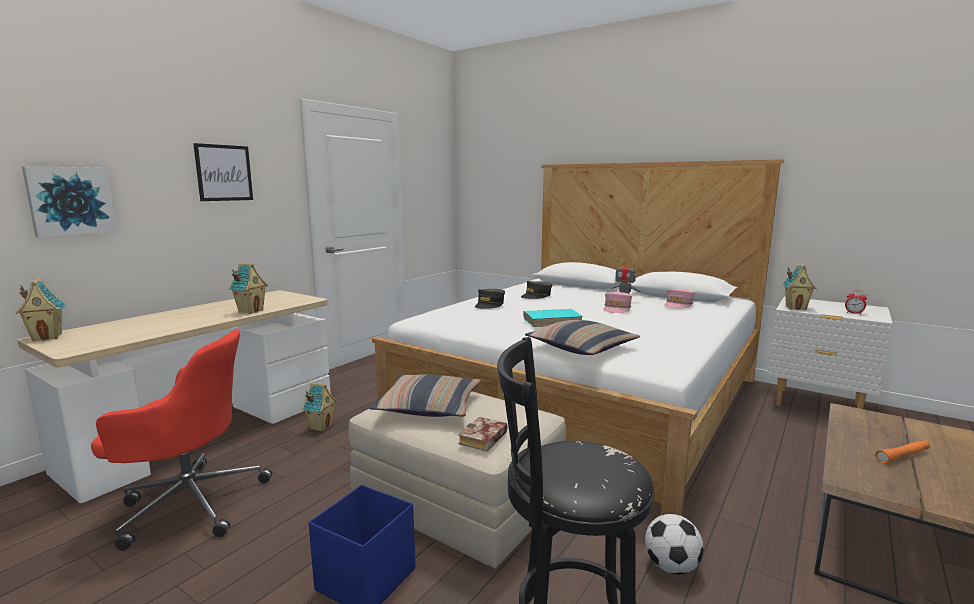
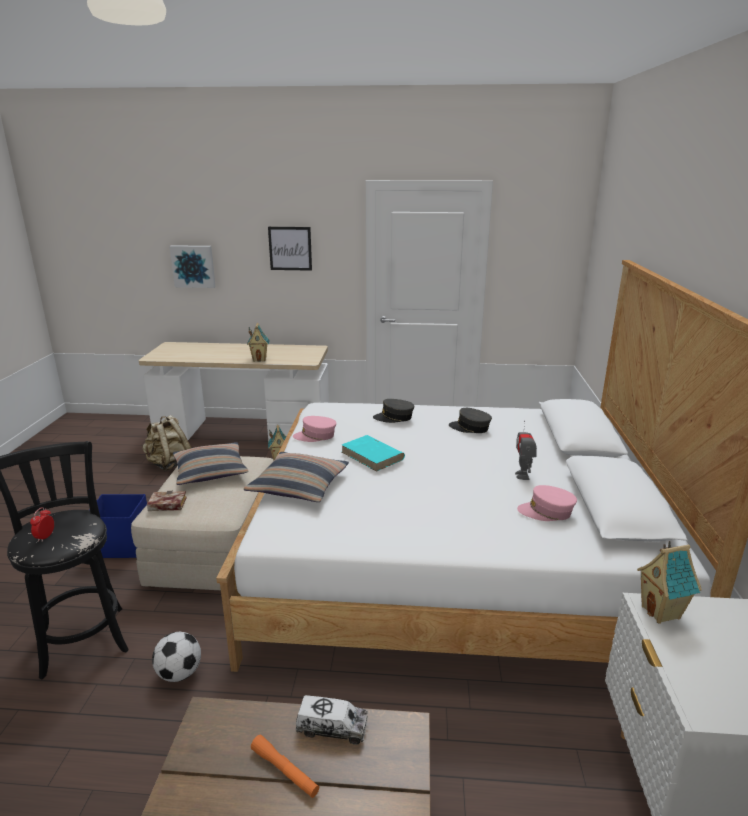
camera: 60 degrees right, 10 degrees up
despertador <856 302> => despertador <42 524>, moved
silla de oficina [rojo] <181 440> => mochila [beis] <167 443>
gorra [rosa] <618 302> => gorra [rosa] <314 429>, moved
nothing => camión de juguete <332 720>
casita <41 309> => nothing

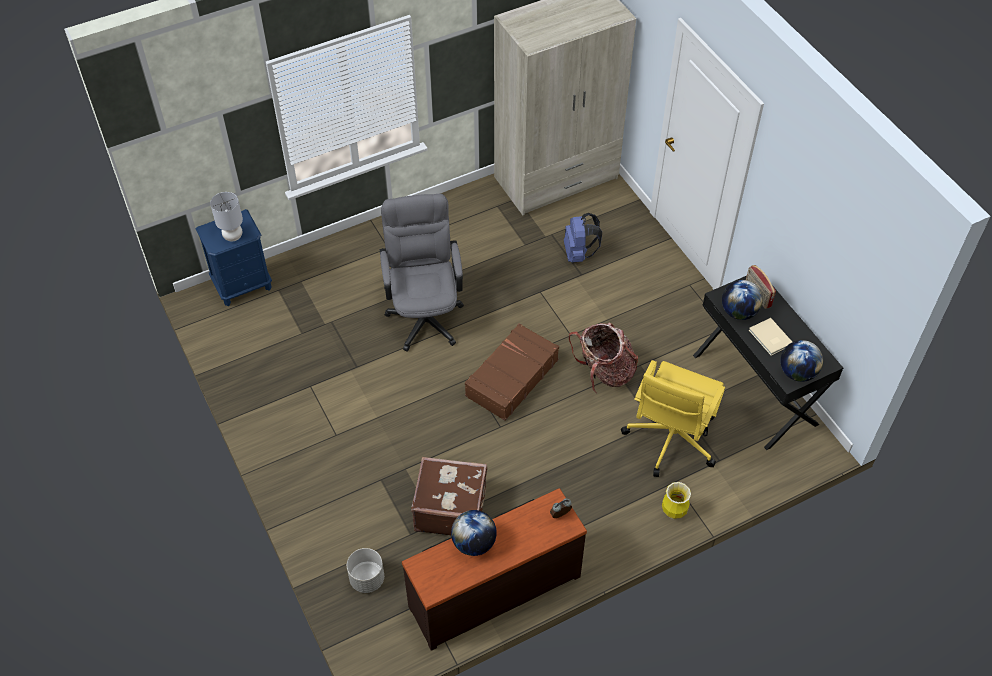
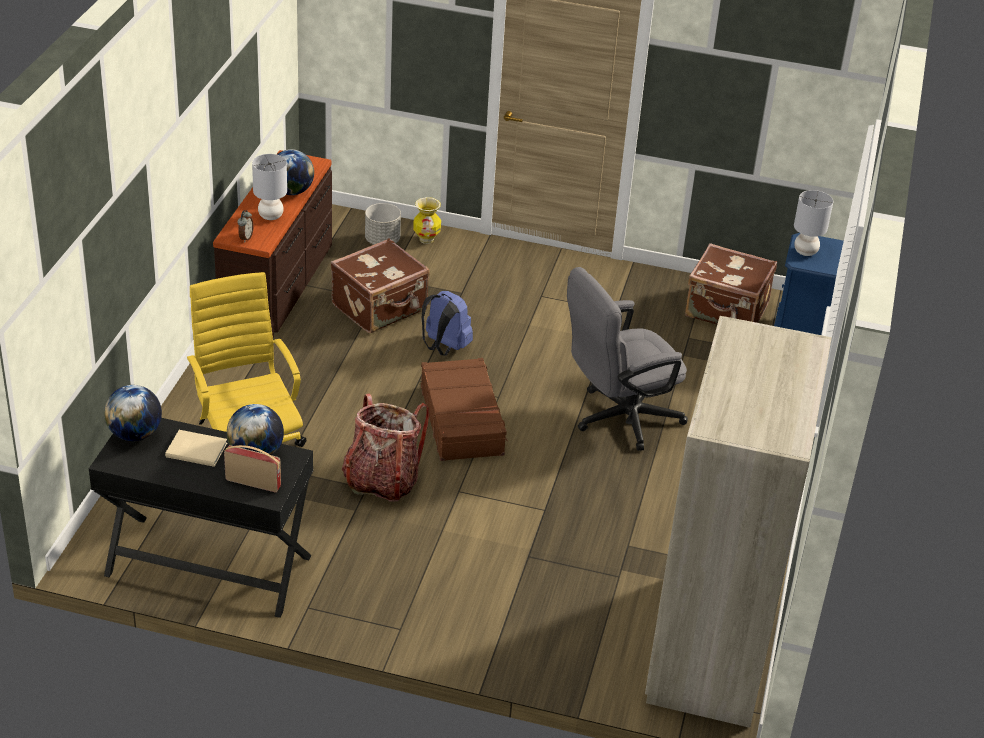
camera: 130 degrees right, 15 degrees down
nothing => lámpara de mesa [gris] <269 187>
florero <676 500> => florero <427 220>, moved
mochila [azul] <583 238> => mochila [azul] <447 323>, moved
silla de oficina [gris] <421 272> => silla de oficina [gris] <627 359>, 120 degrees clockwise
nothing => maleta [marrón] <731 283>

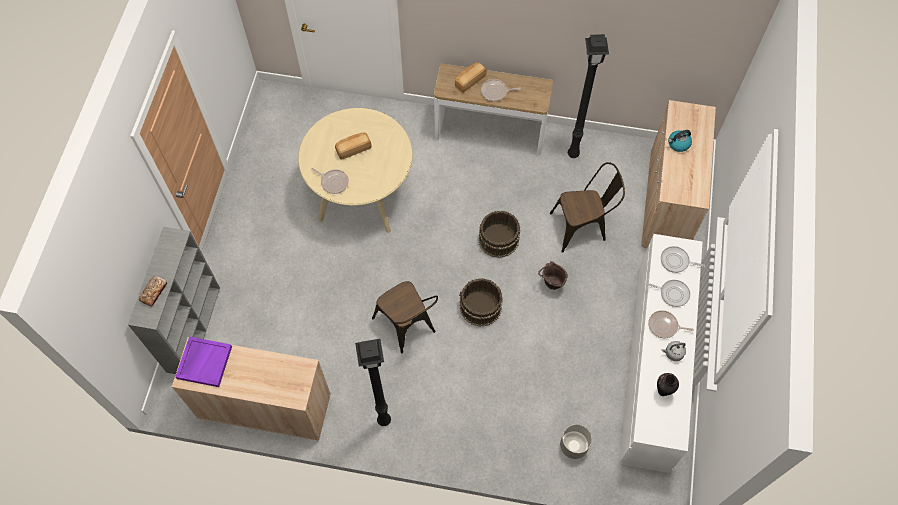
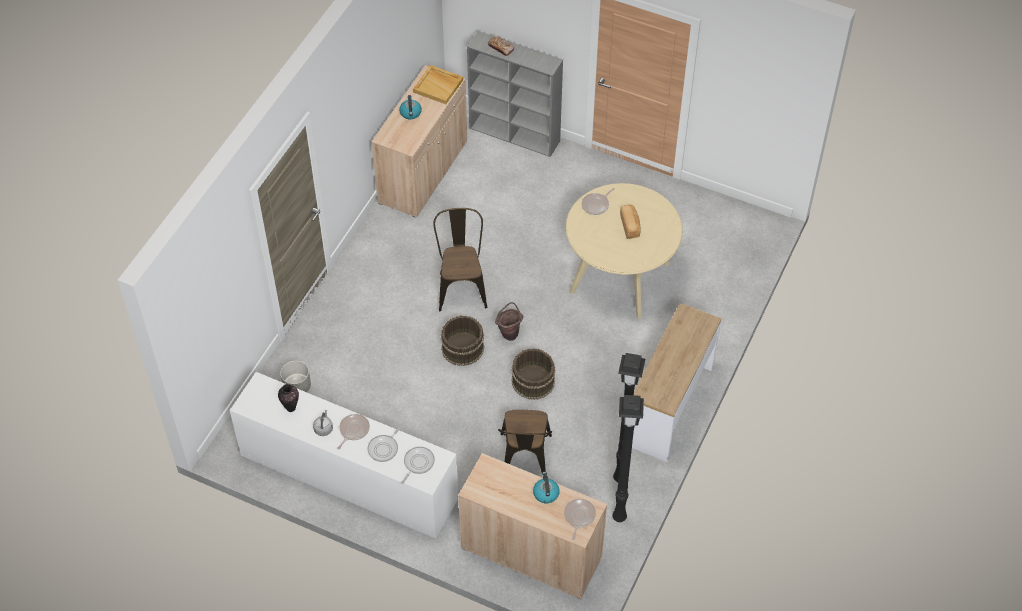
camera: 105 degrees right, 10 degrees down
nothing => hervidor <410 107>
bandeja [morado] <203 361> => bandeja [beis] <438 84>
silla [marrón] <405 317> => silla [marrón] <460 259>, 105 degrees clockwise
cubo [marrón] <553 275> => cubo [marrón] <509 321>, moved
sartén <501 90> => sartén <580 519>, moved
lámpara de pie [negro] <373 382> => lámpara de pie [negro] <628 458>, moved
pan <471 77> => nothing

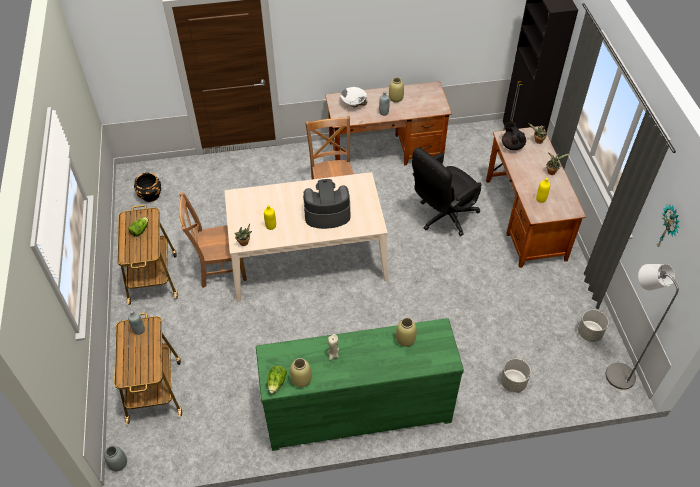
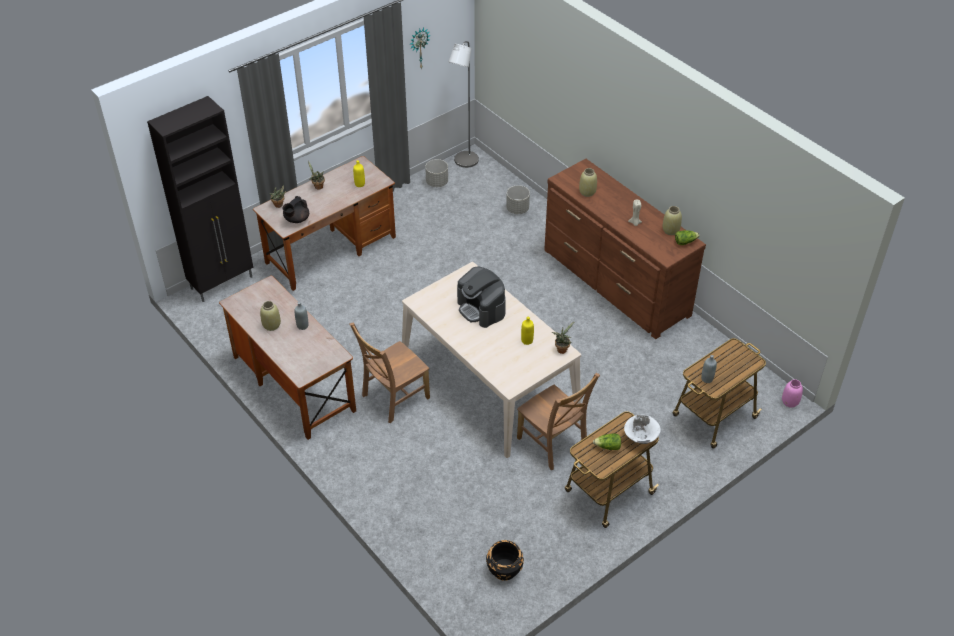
camera: 120 degrees left, 5 degrees down
cómoda [verde] <360 384> => cómoda [marrón] <625 249>
cuenco [blanco] <354 97> => cuenco [blanco] <642 429>, moved
florero [gris] <115 458> => florero [rosa] <792 393>
silla de oficina [negro] <447 192> => nothing

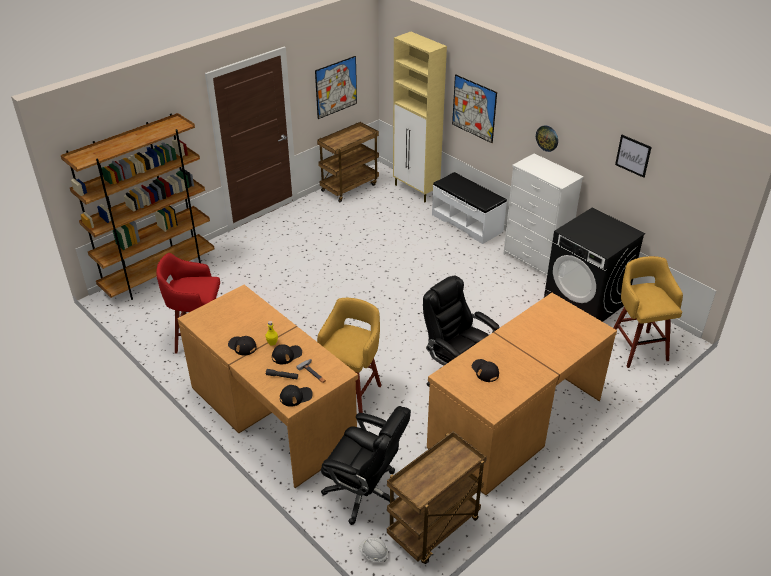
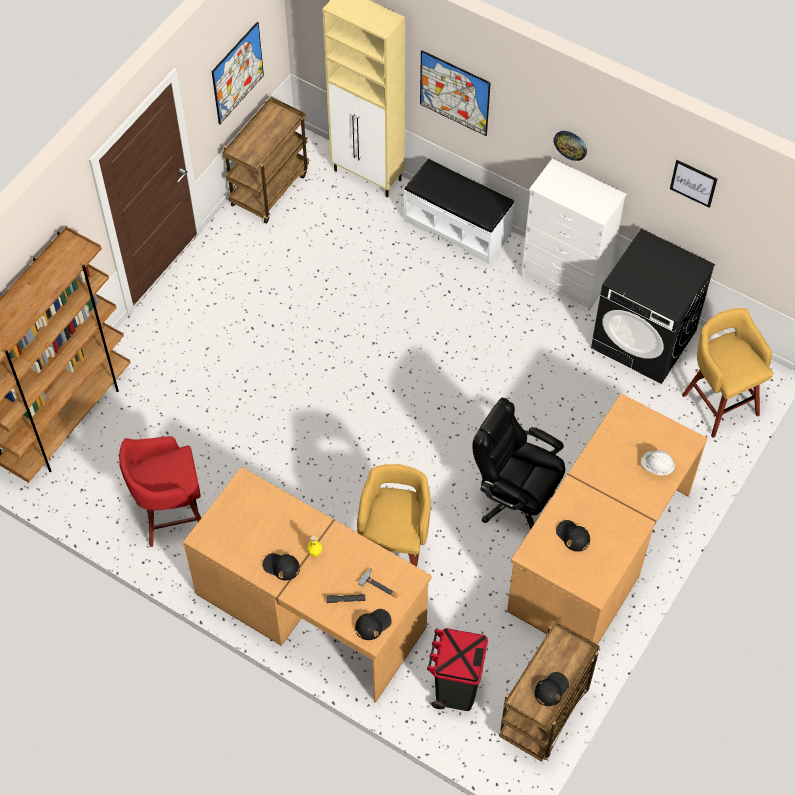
camera: 15 degrees left, 20 degrees up
silla de oficina [negro] <366 465> => papelera [negro] <457 669>
gorra [negro] <287 354> => gorra [negro] <552 689>, moved
casco [blanco] <373 549> => casco [blanco] <658 462>, moved

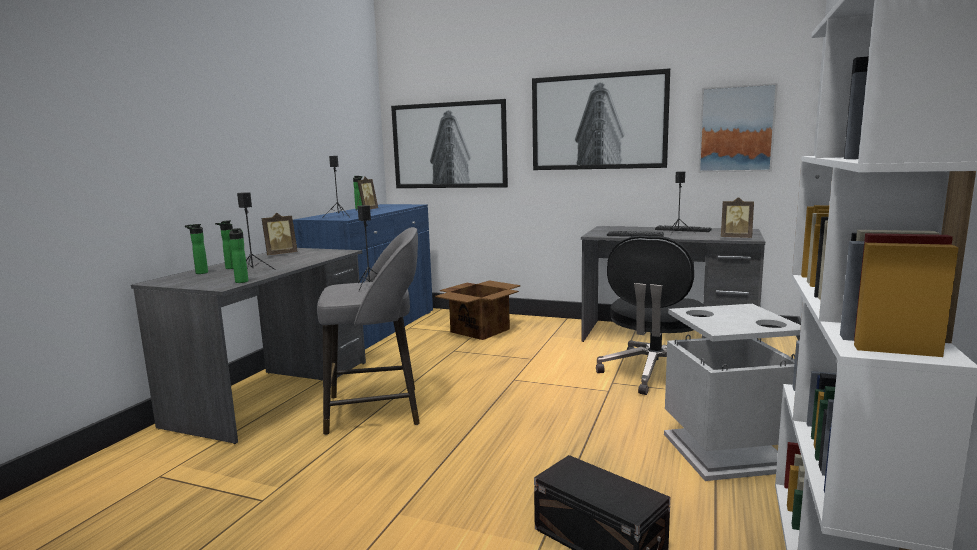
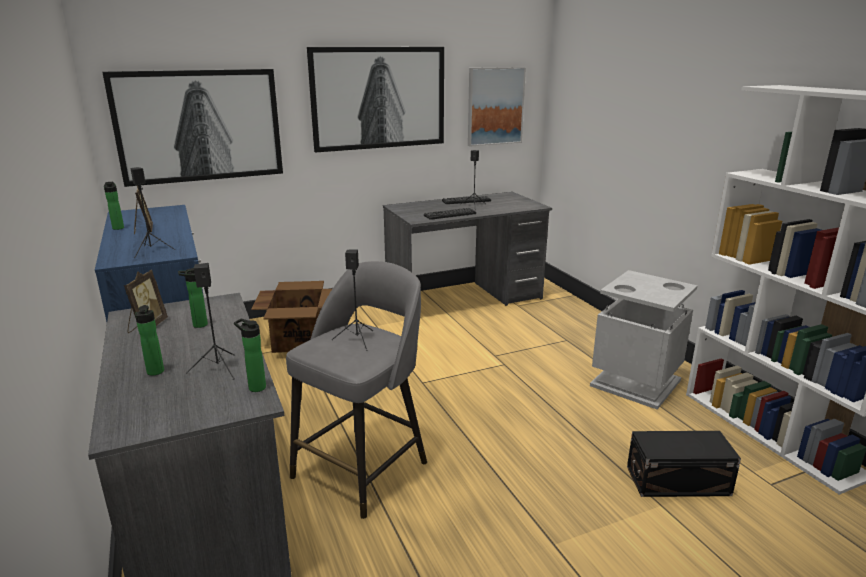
camera: 45 degrees left, 10 degrees up
botella <196 249> => botella <193 298>, moved
silla de oficina [negro] <651 315> => nothing
portarretratos <737 217> => nothing

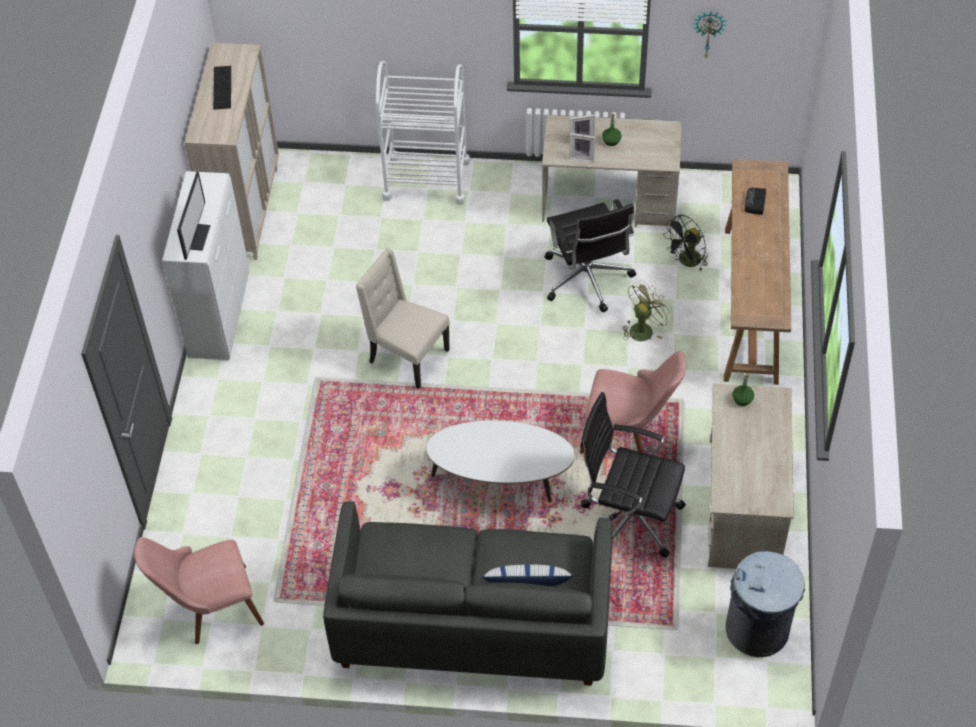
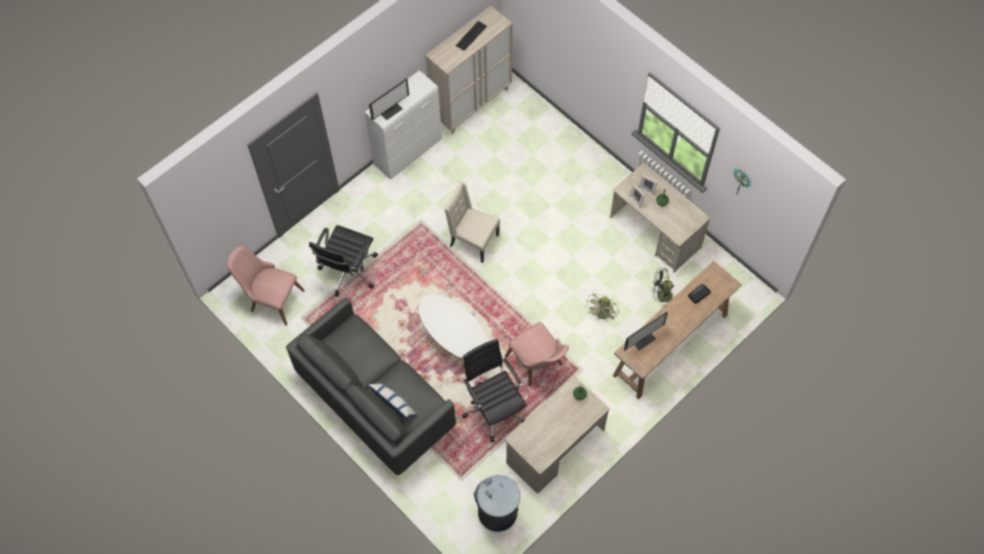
camera: 40 degrees right, 10 degrees up
silla de oficina [negro] <590 255> => silla de oficina [negro] <343 260>, moved
silla [beis] <403 319> => silla [beis] <472 222>, 45 degrees counterclockwise
ventilador [verde] <647 310> => ventilador [verde] <602 308>, 120 degrees clockwise
nothing => monitor <646 331>
carrito [blanco] <423 133> => nothing

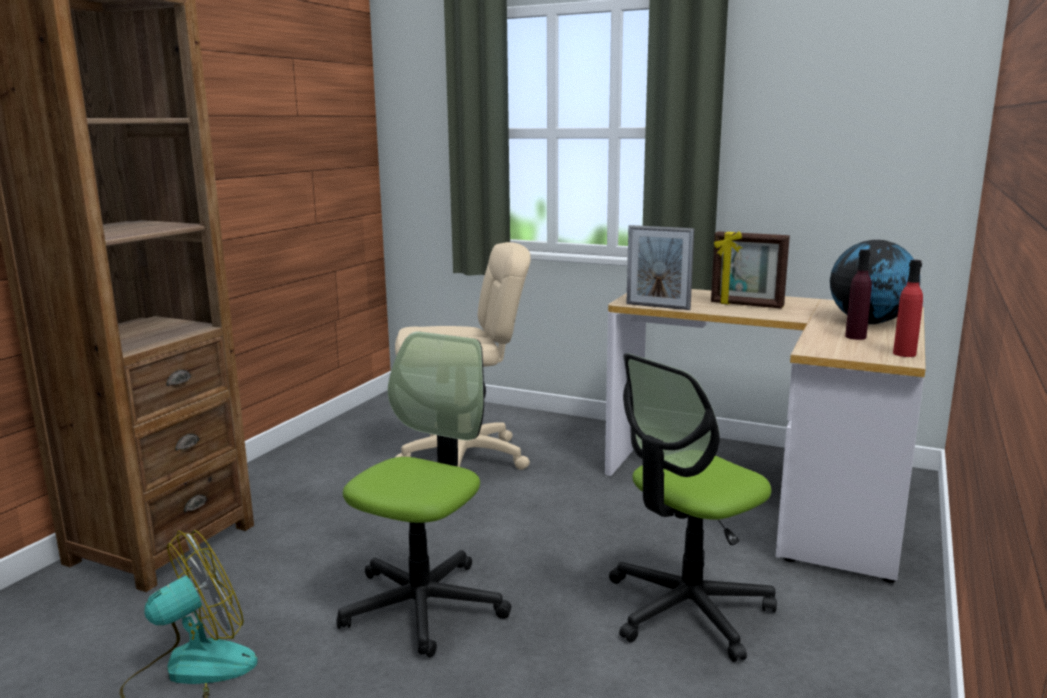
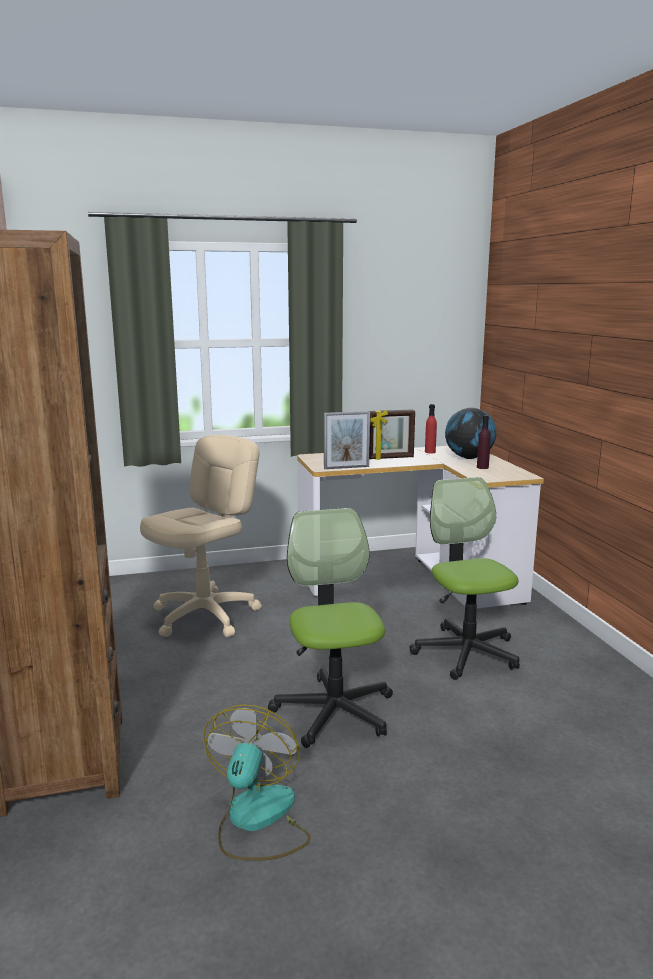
camera: 40 degrees left, 0 degrees up
silla de oficina <693 507> => silla de oficina <464 578>, 150 degrees clockwise
botella [rojo] <908 308> => botella [rojo] <431 428>, moved

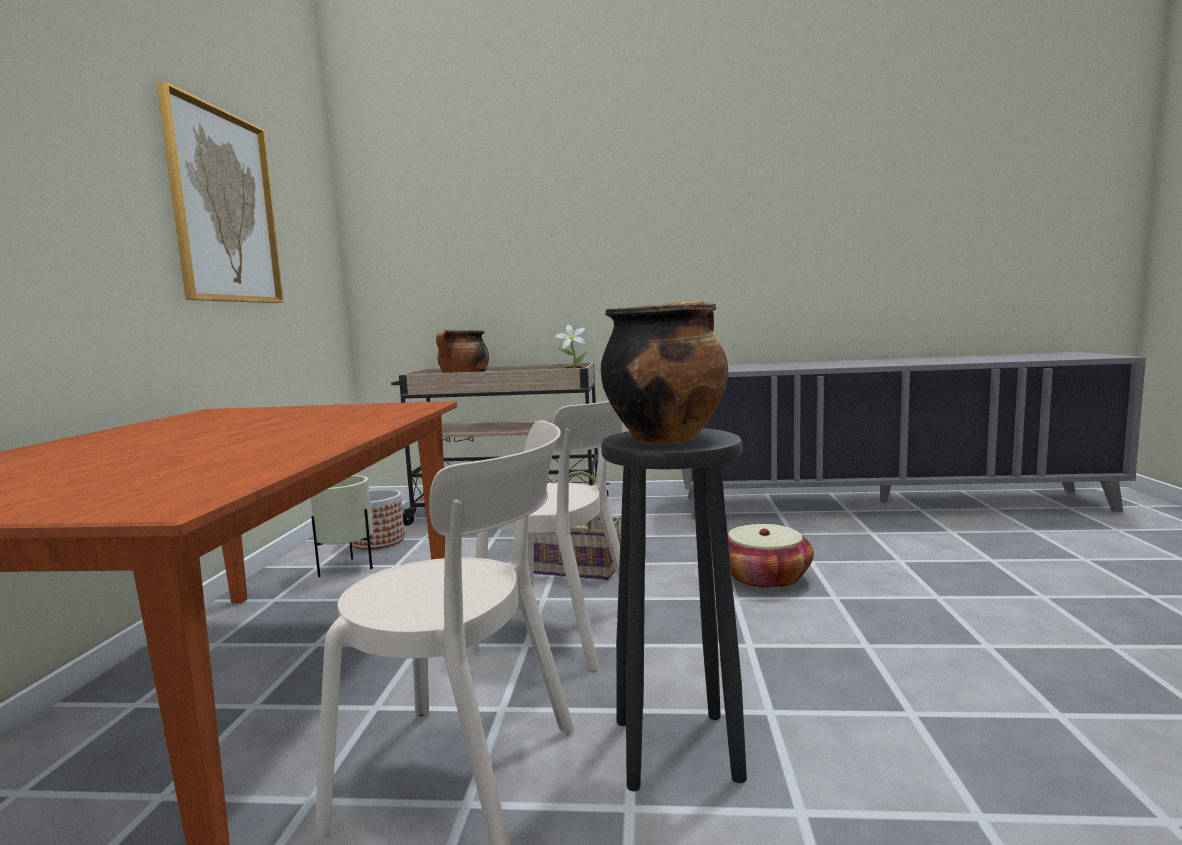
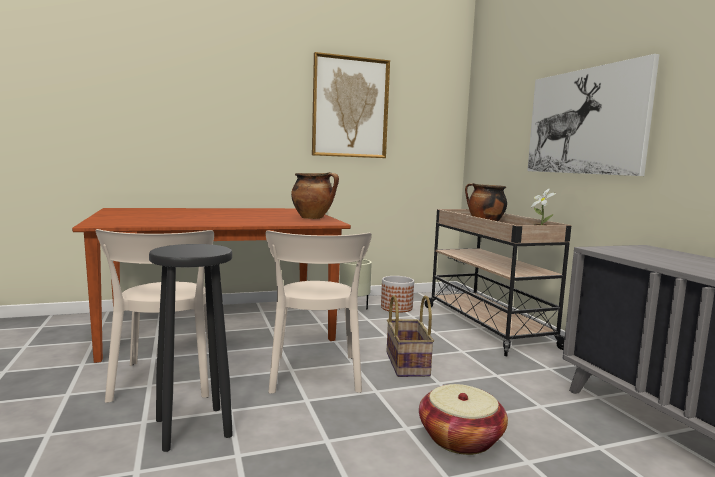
camera: 65 degrees right, 0 degrees up
olla <664 372> => olla <315 195>, moved
nothing => cuadro <593 115>

